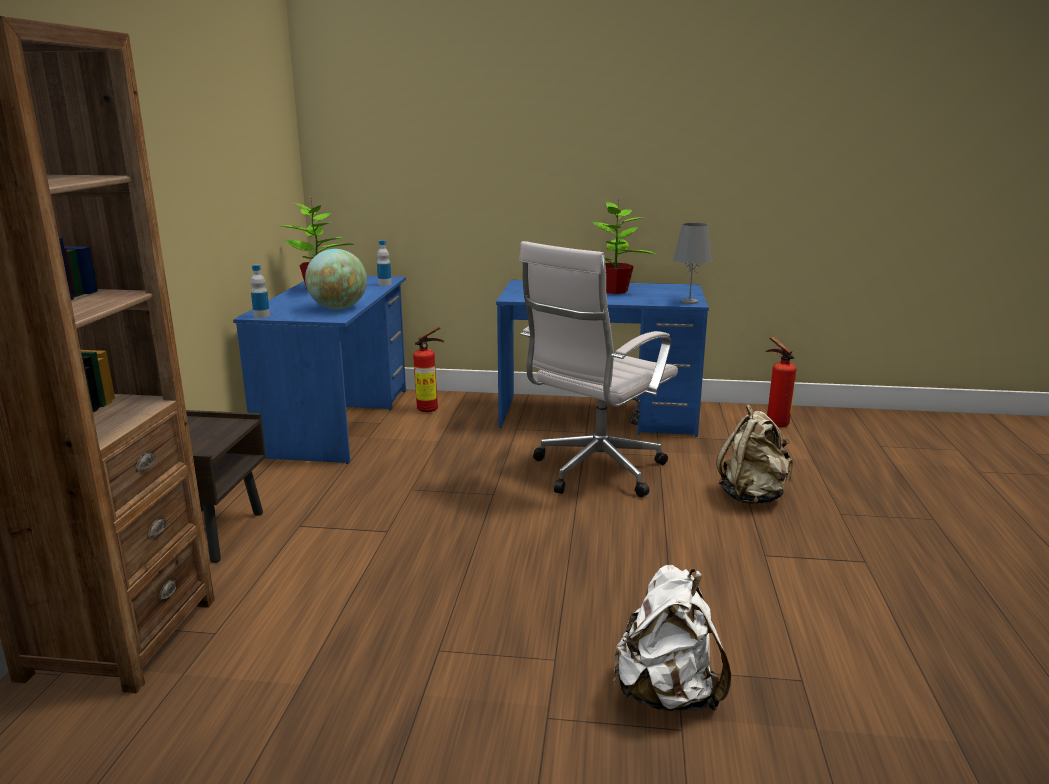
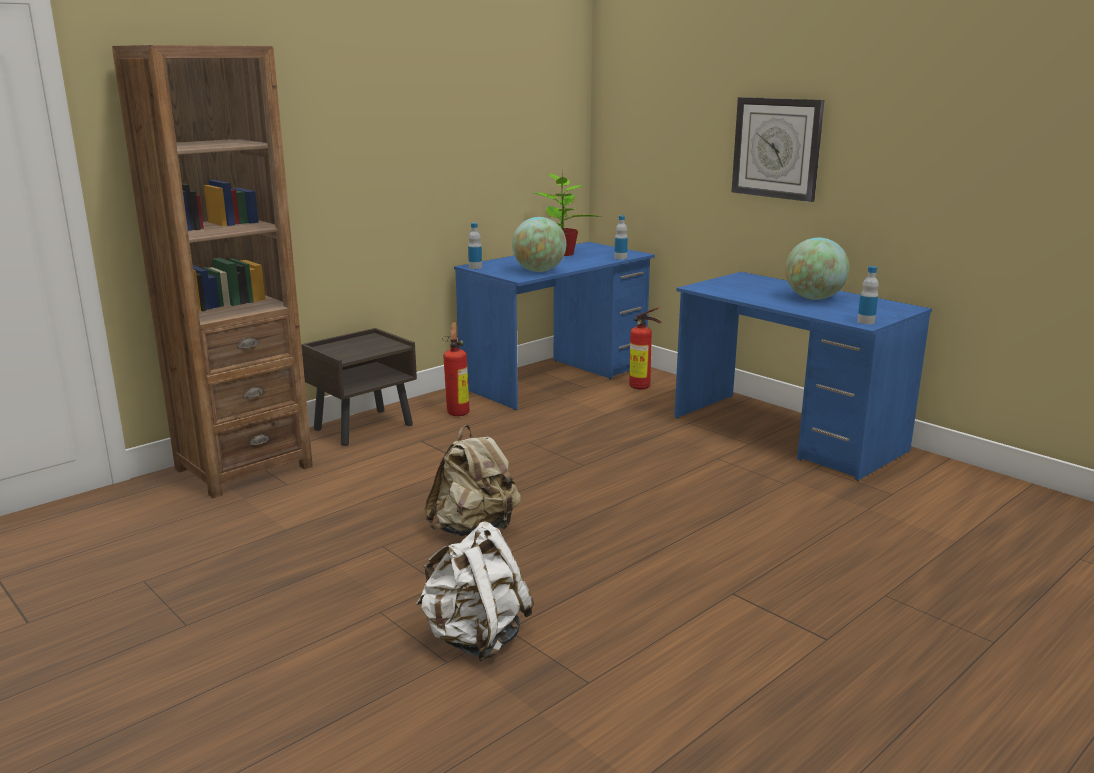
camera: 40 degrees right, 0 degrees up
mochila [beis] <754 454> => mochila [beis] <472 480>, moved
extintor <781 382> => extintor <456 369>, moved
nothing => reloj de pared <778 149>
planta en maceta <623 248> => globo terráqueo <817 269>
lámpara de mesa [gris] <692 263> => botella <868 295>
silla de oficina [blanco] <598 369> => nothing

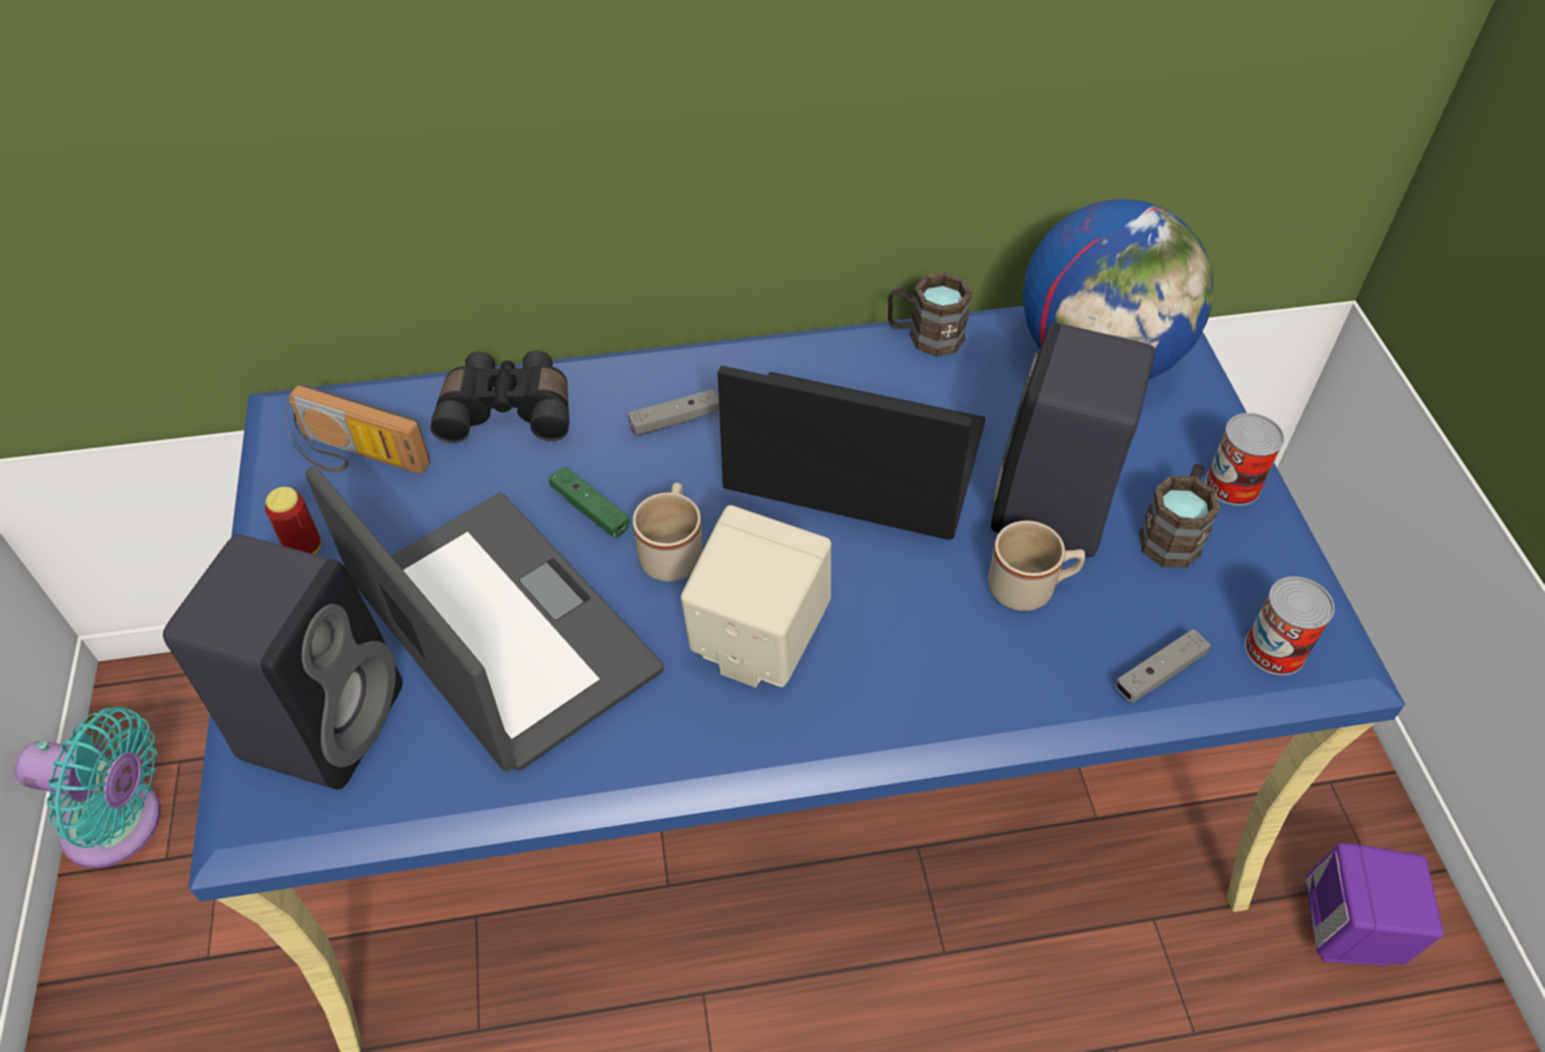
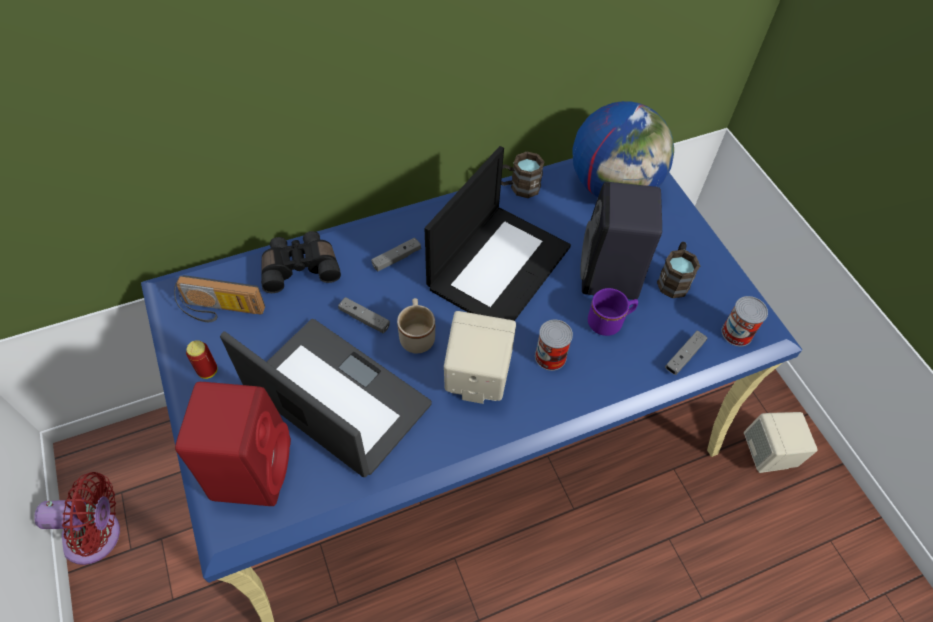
camera: 15 degrees left, 5 degrees up
ventilador [turquesa] <87 787> => ventilador [rojo] <77 518>
altavoz [negro] <282 661> => altavoz [rojo] <233 444>
mando de consola [verde] <589 502> => mando de consola [gris] <364 315>
portátil <851 453> => portátil <498 233>, 120 degrees clockwise
lata <1244 459> => lata <554 345>, moved
taza grande [beis] <1036 566> => taza grande [morado] <613 312>
altavoz [morado] <1374 904> => altavoz [beis] <781 442>

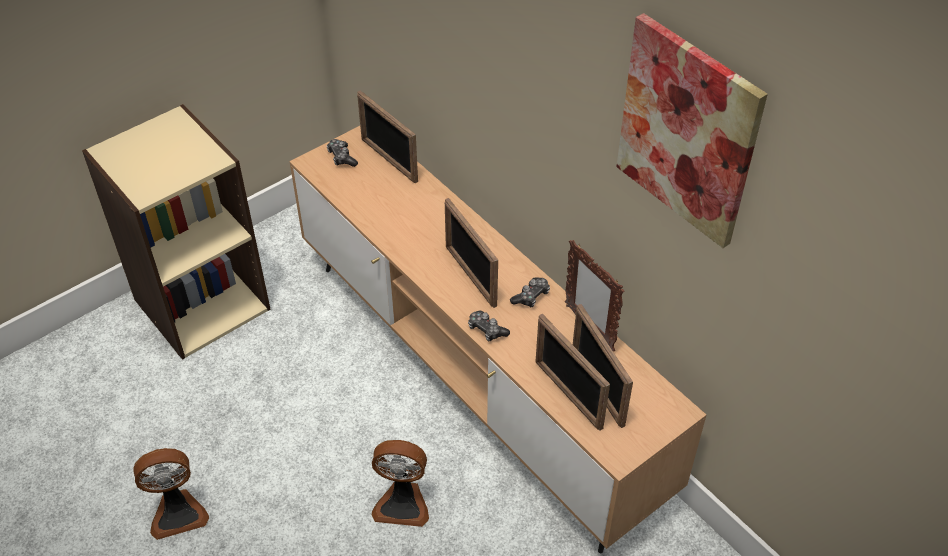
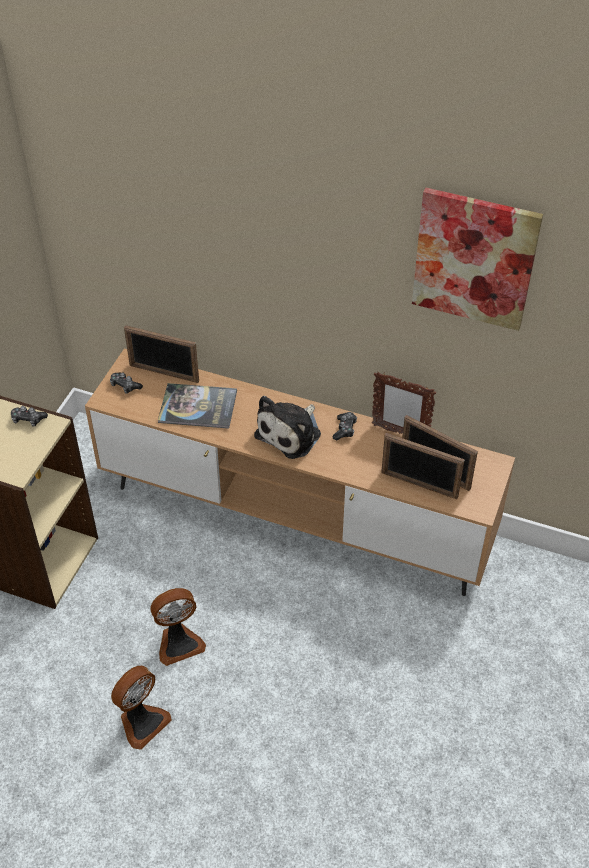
camera: 30 degrees left, 0 degrees up
mando de consola <489 326> => mando de consola <29 416>, moved
ventilador <400 483> => ventilador <178 627>, moved
nothing => libro <197 406>
portarretratos <471 253> => peluche <287 427>

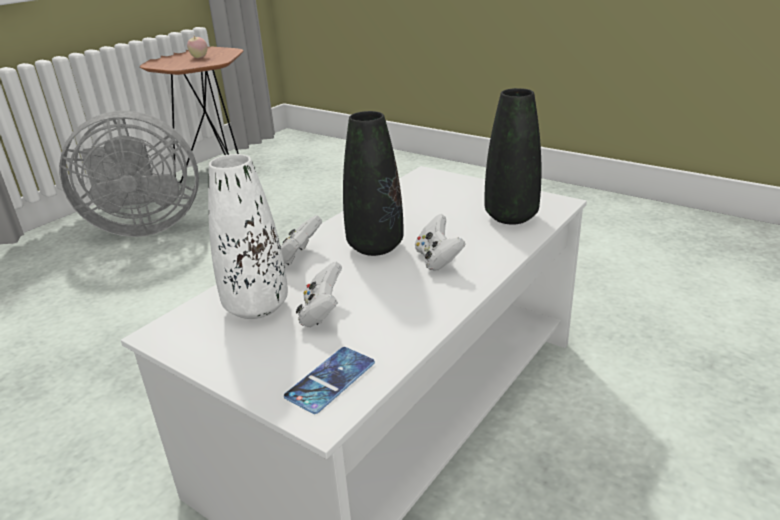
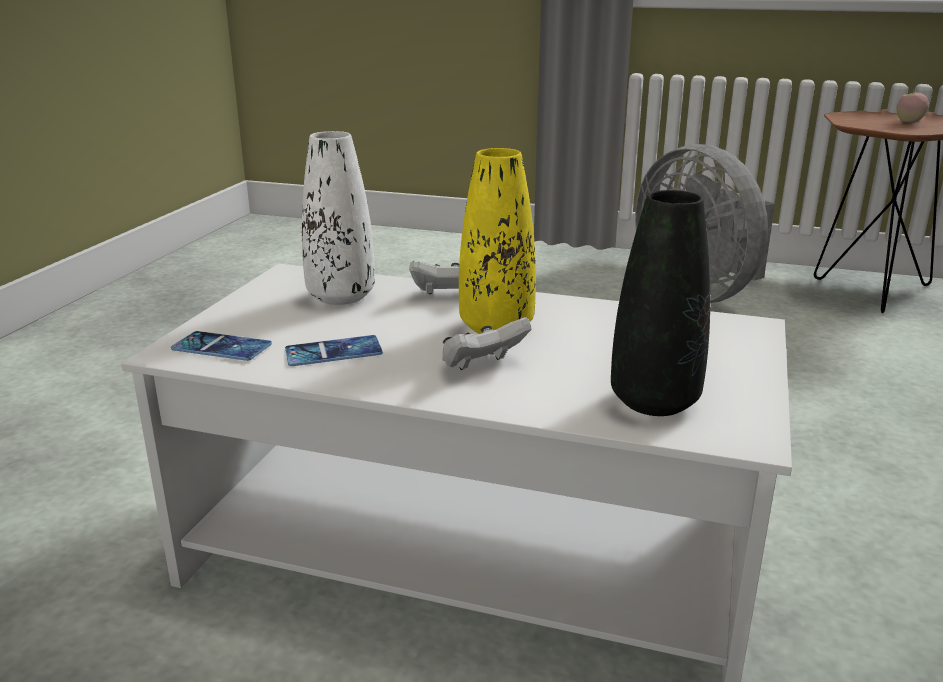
camera: 70 degrees right, 5 degrees down
nothing => móvil <334 350>
florero [negro] <373 183> => florero [amarillo] <497 241>
mando de consola [blanco] <319 294> => nothing

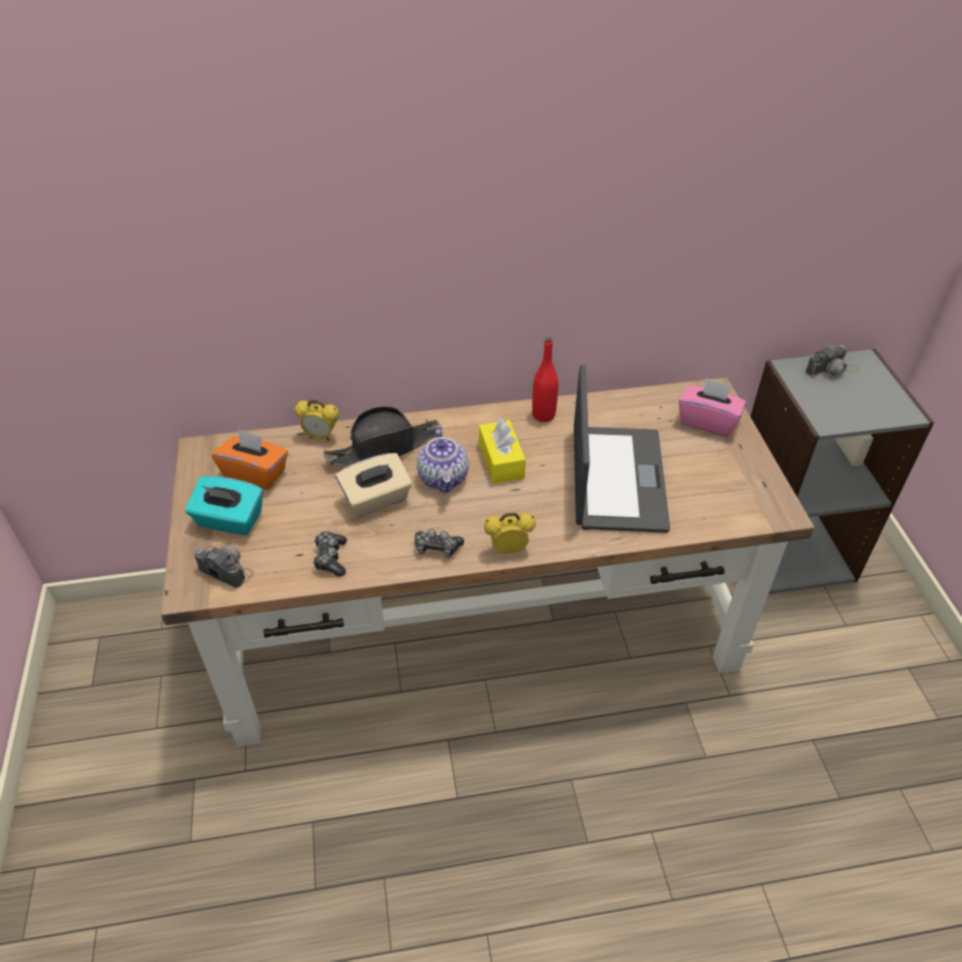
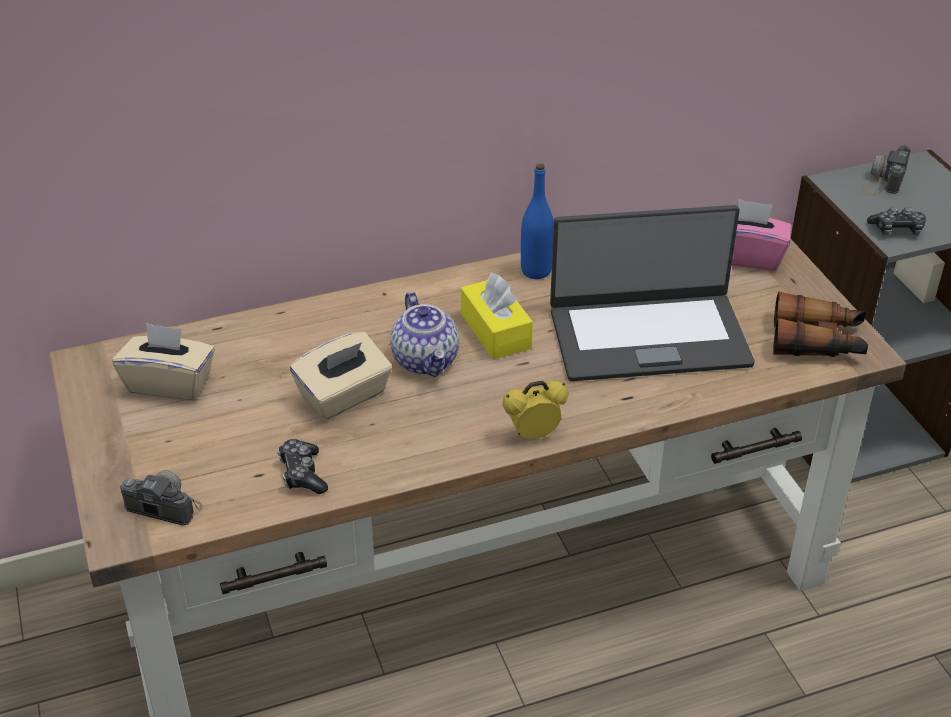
camera: 10 degrees left, 5 degrees down
caja de pañuelos [naranja] <250 459> => caja de pañuelos [beis] <163 362>
botella [rojo] <545 379> => botella [azul] <537 221>
portátil <622 449> => portátil <652 293>, 90 degrees clockwise
nothing => prismáticos <820 324>
cámara <832 363> => cámara <887 170>, 150 degrees clockwise
mando de consola <439 543> => mando de consola <896 221>, moved
caja de pañuelos [turquesa] <224 505> => nothing
despertador <316 420> => nothing
sombrero [negro] <382 436> => nothing

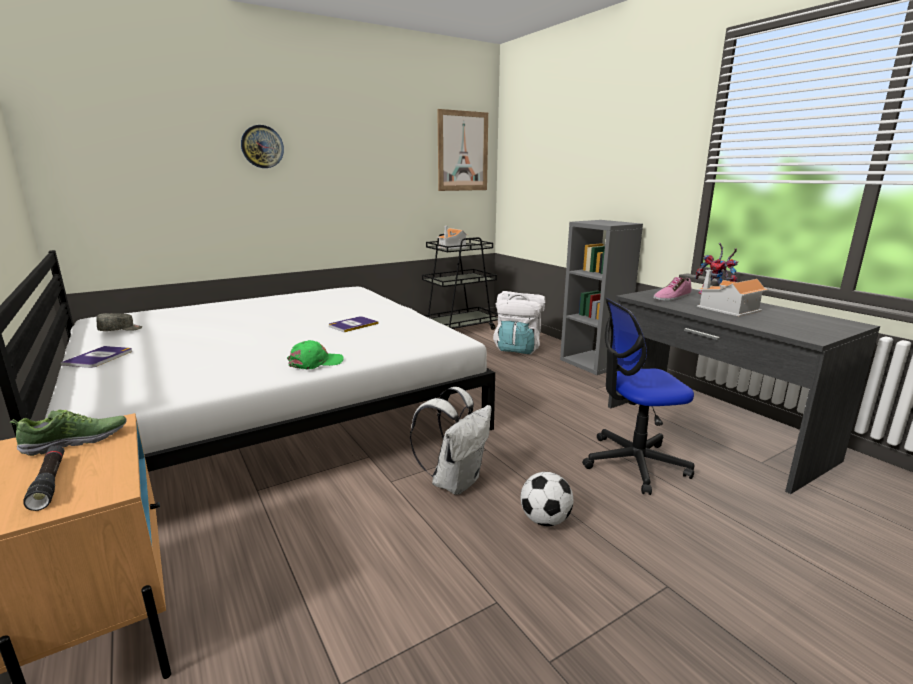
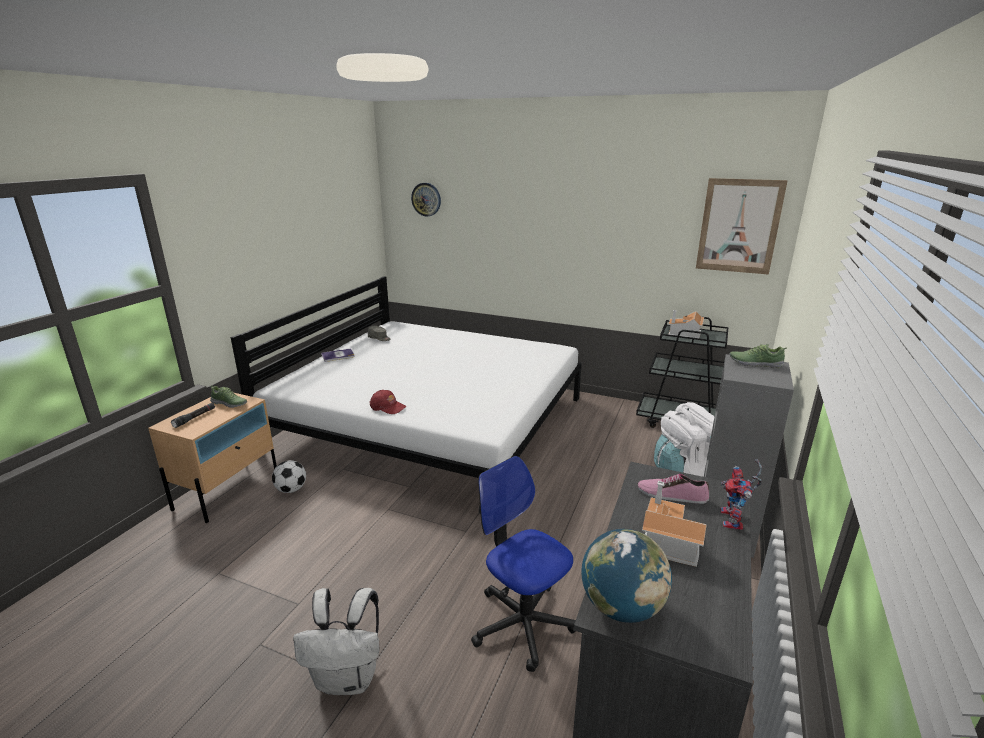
camera: 55 degrees right, 5 degrees up
balón de fútbol <546 499> => balón de fútbol <289 476>, moved
mochila [blanco] <451 441> => mochila [blanco] <336 641>, moved
gorra [verde] <315 355> => gorra [rojo] <387 402>
reloj de pared <262 146> => reloj de pared <426 200>, moved
nothing => globo terráqueo <626 576>
nothing => zapato <758 356>
libro <353 324> => nothing

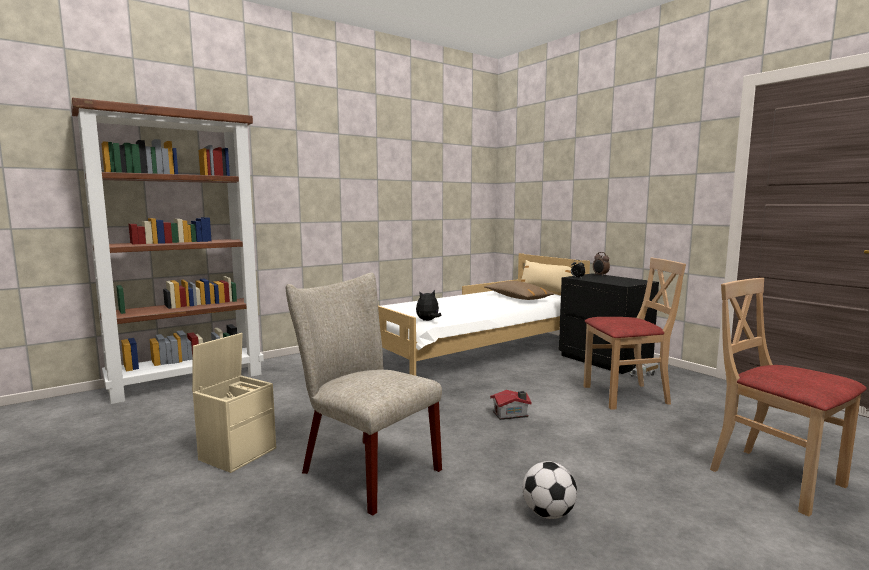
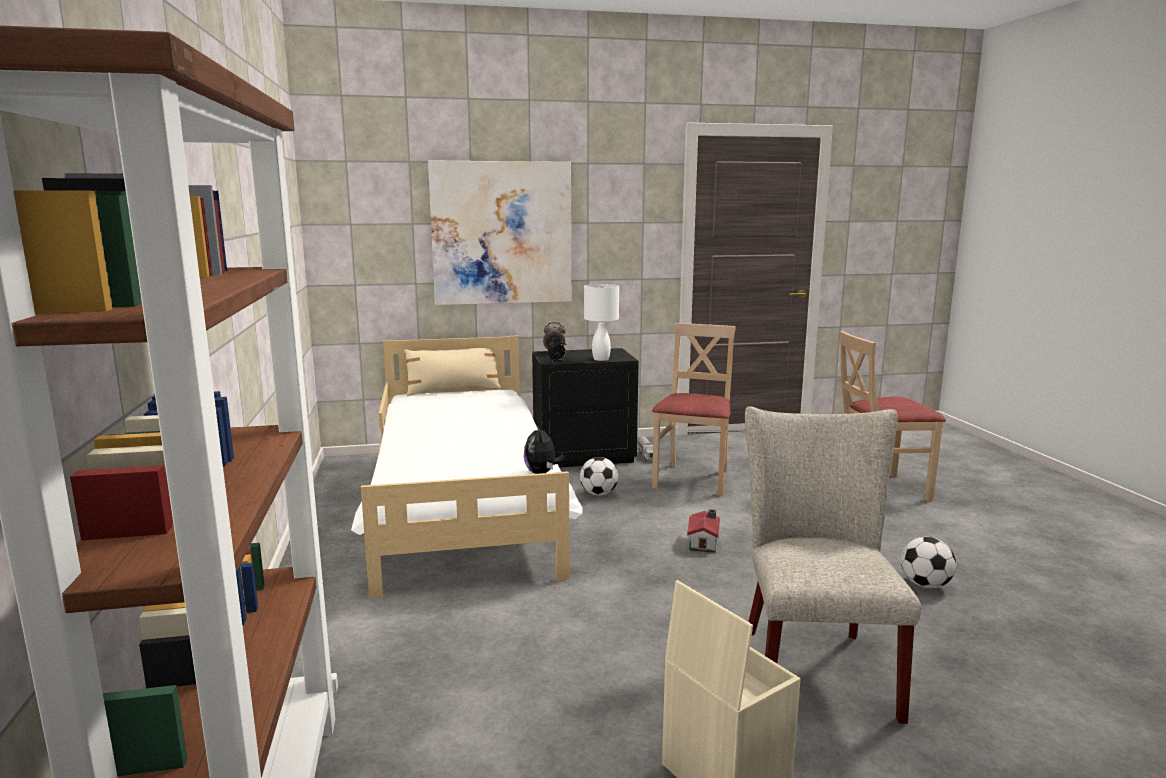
camera: 65 degrees left, 5 degrees up
nothing => cuadro <499 232>
nothing => balón de fútbol <599 476>
nothing => lámpara de mesa [blanco] <601 322>
silla [beis] <364 394> => silla [beis] <833 565>, 120 degrees clockwise
cojín [marrón] <519 290> => nothing

